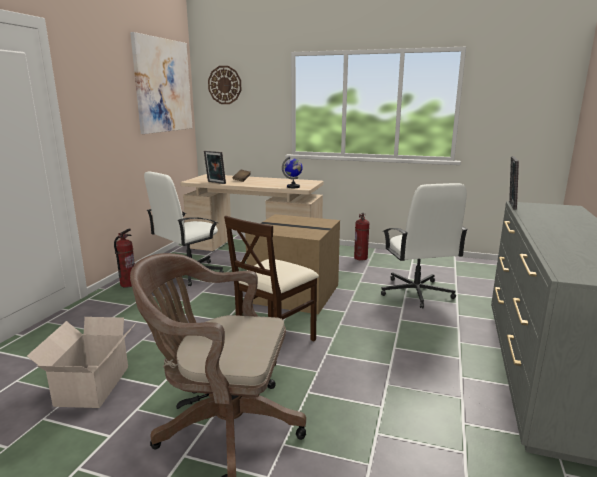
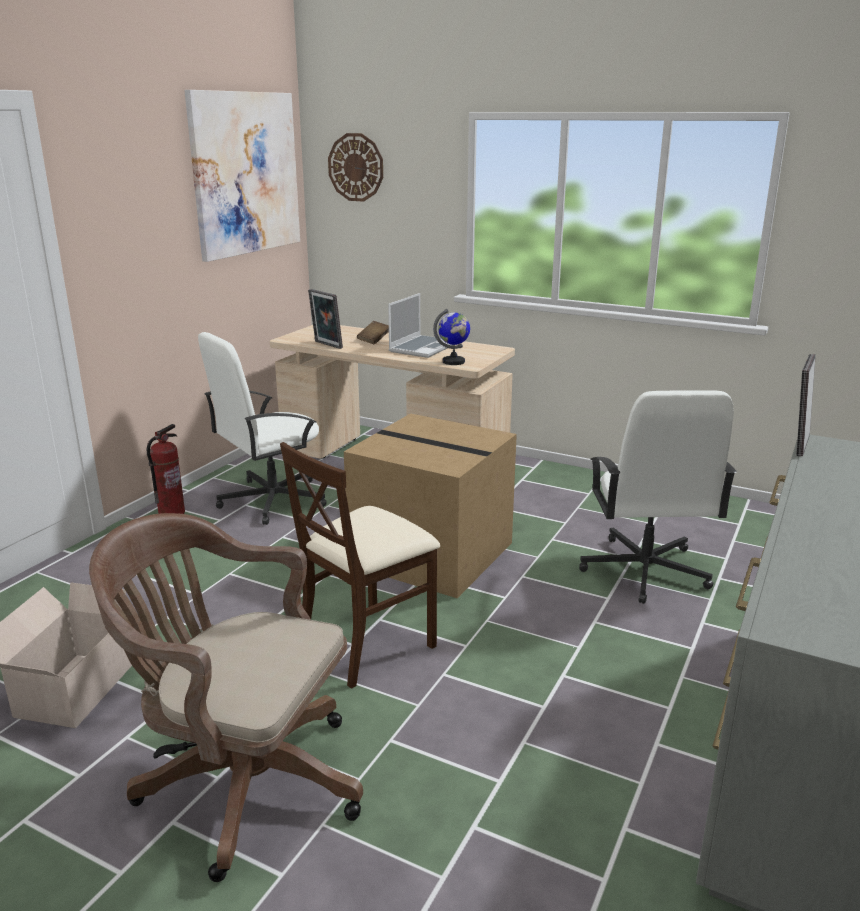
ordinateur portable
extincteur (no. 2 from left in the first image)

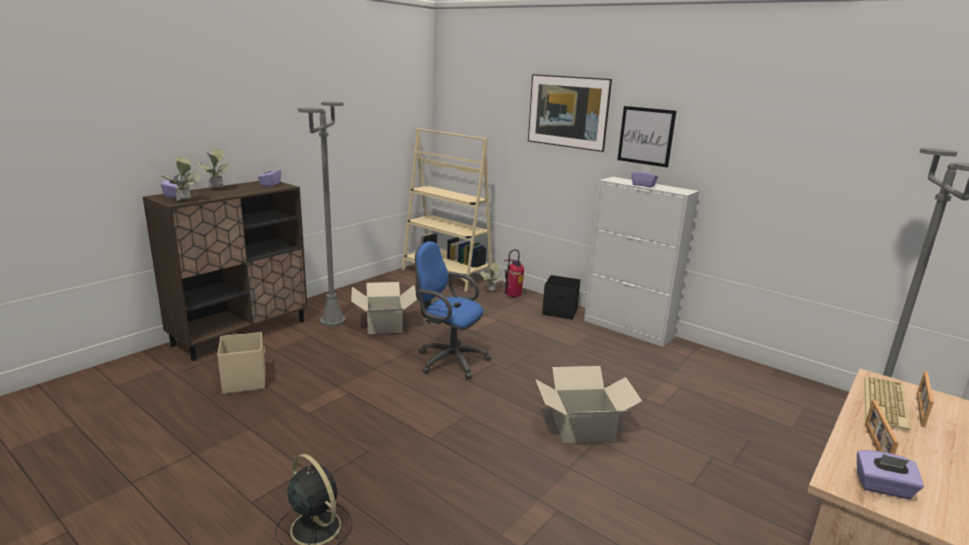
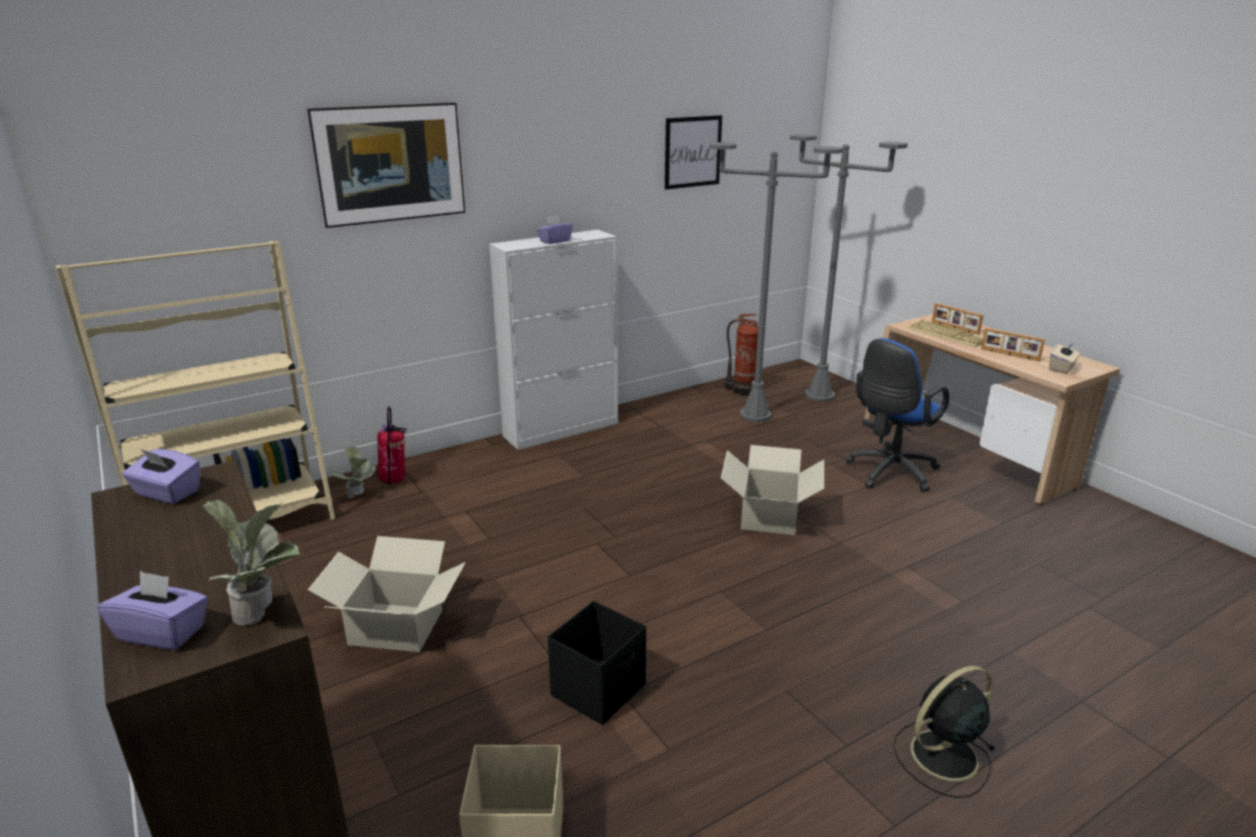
boîte de rangement (noir)
tableau (no. 2 from left)
lampadaire (gris) (no. 1 from left)
extincteur (no. 2 from left)
chaise de bureau (bleu)
boîte à mouchoirs (beige)
plante en pot (no. 2 from left in the first image)

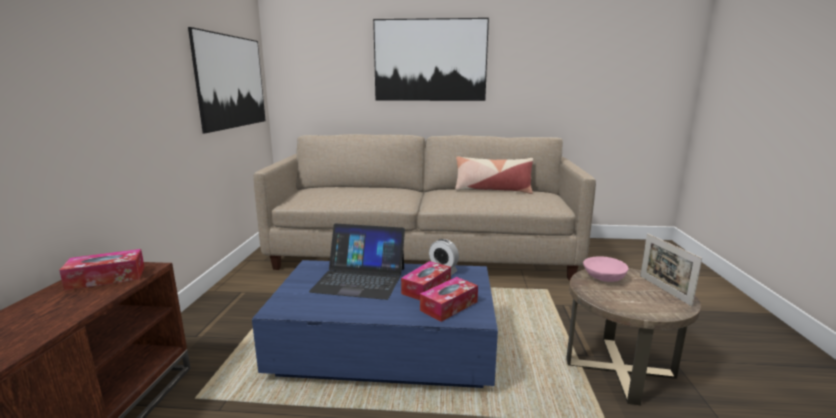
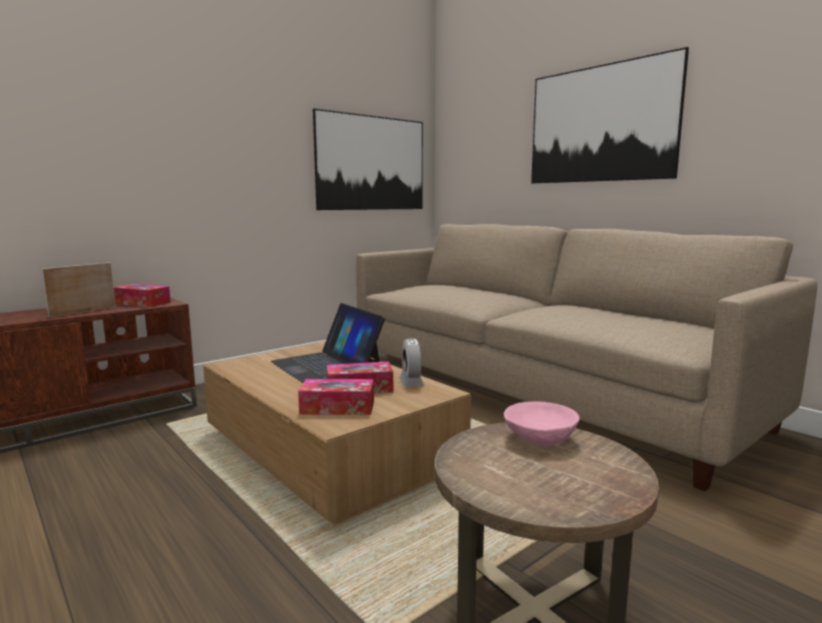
cadre photo
table basse (marron)
coussin

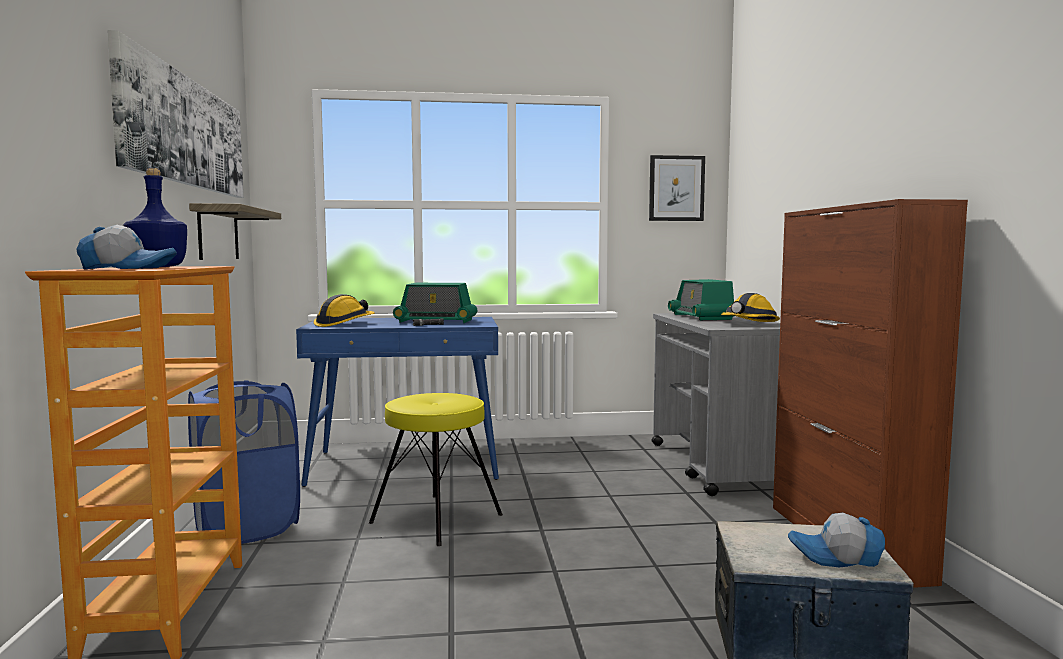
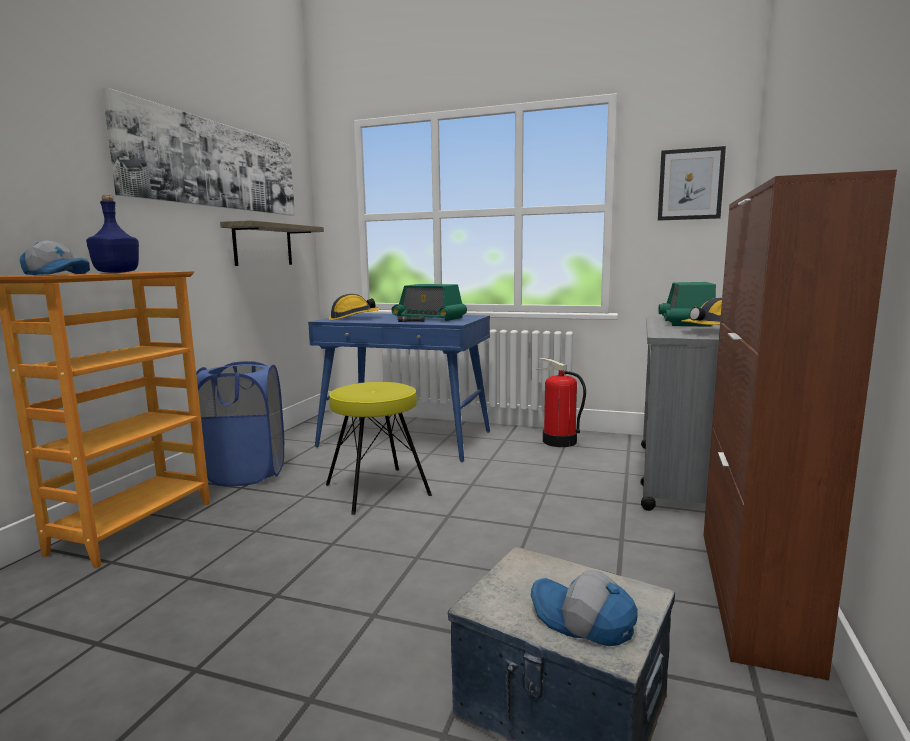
extincteur

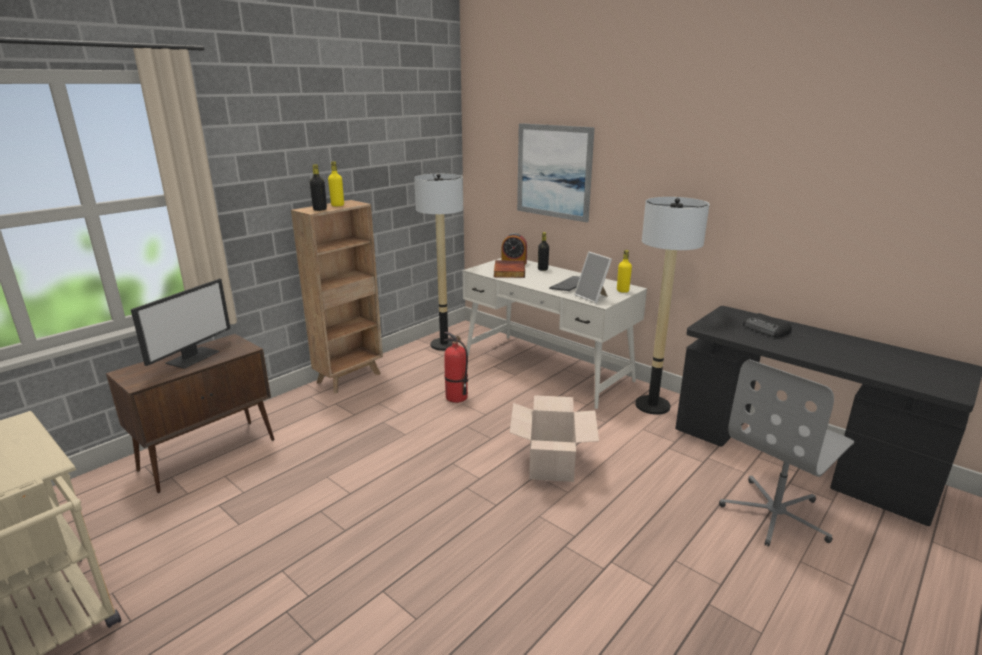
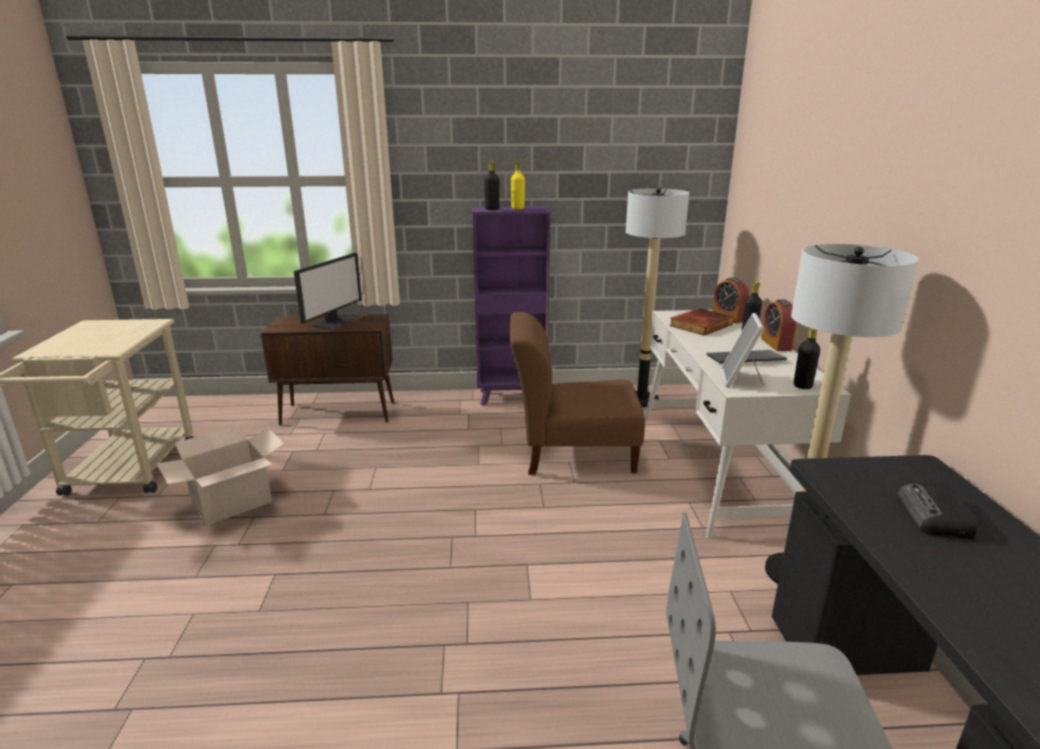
carton
écran d'ordinateur
bibliothèque (violet)
chaise (marron)
réveil (no. 2 from left)
bouteille (noir) (no. 3 from left)
tableau

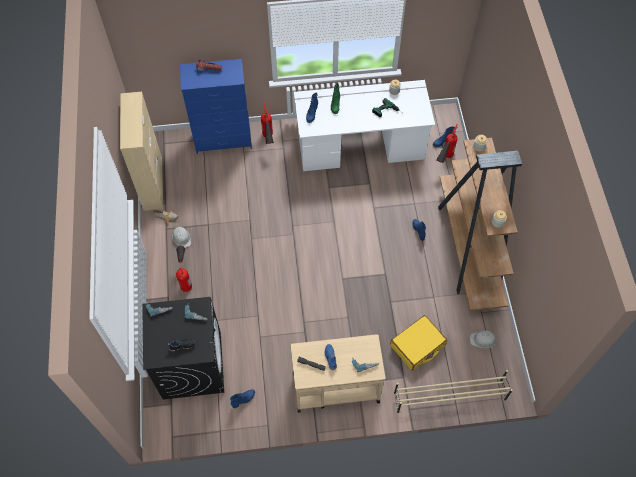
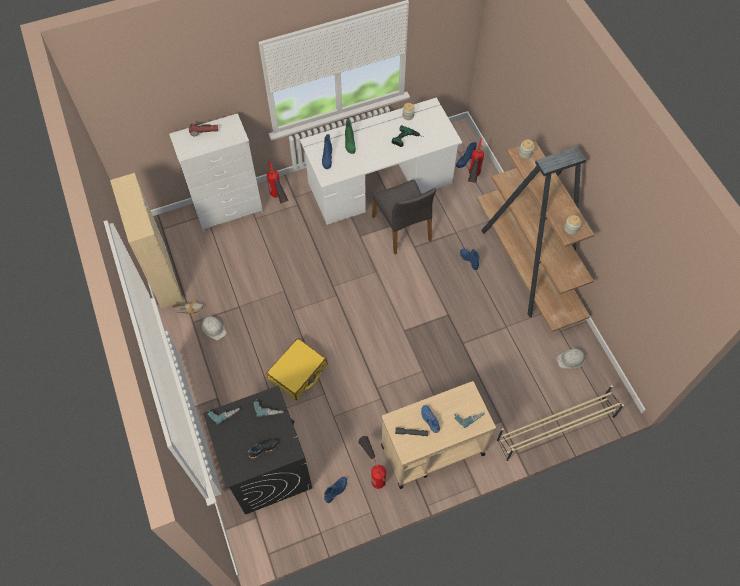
commode (blanc)
valise (jaune)
extincteur (no. 2 from left)
chaise (gris)

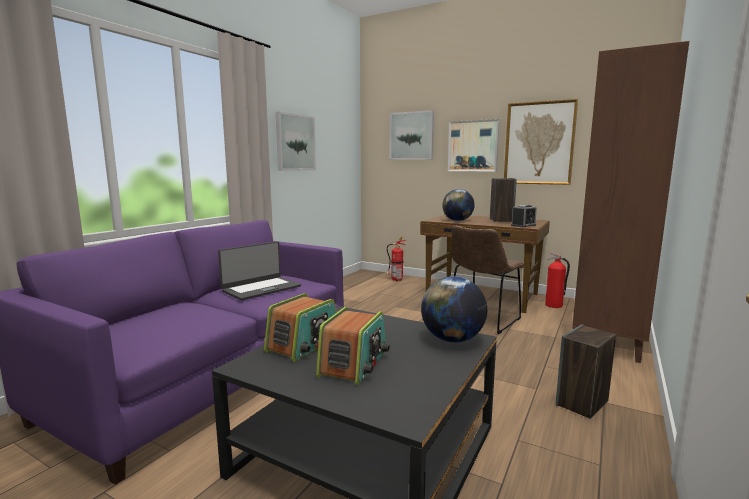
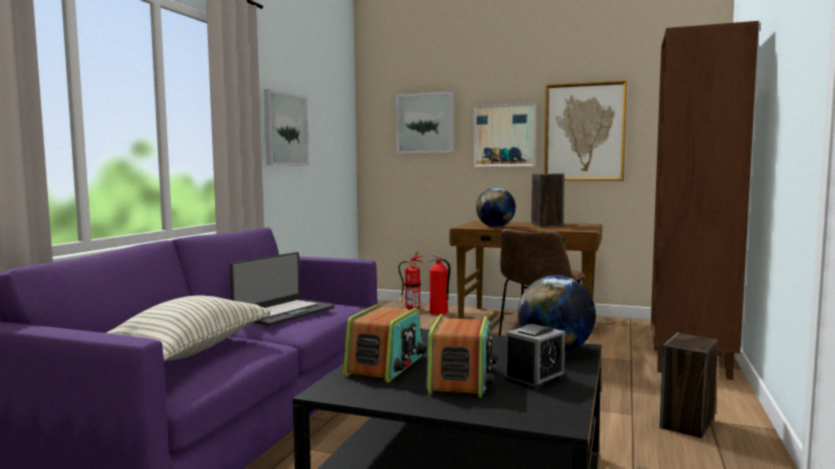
coussin
extincteur (no. 2 from left)
réveil

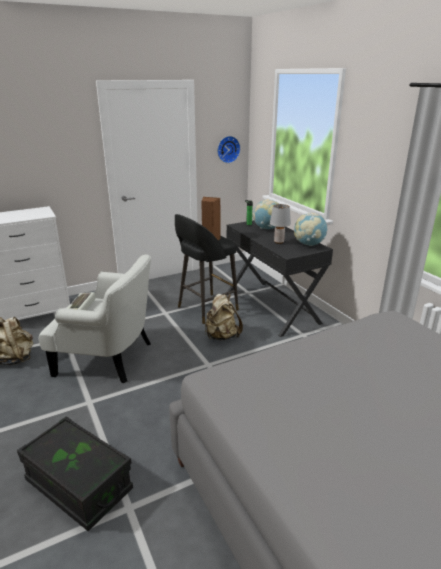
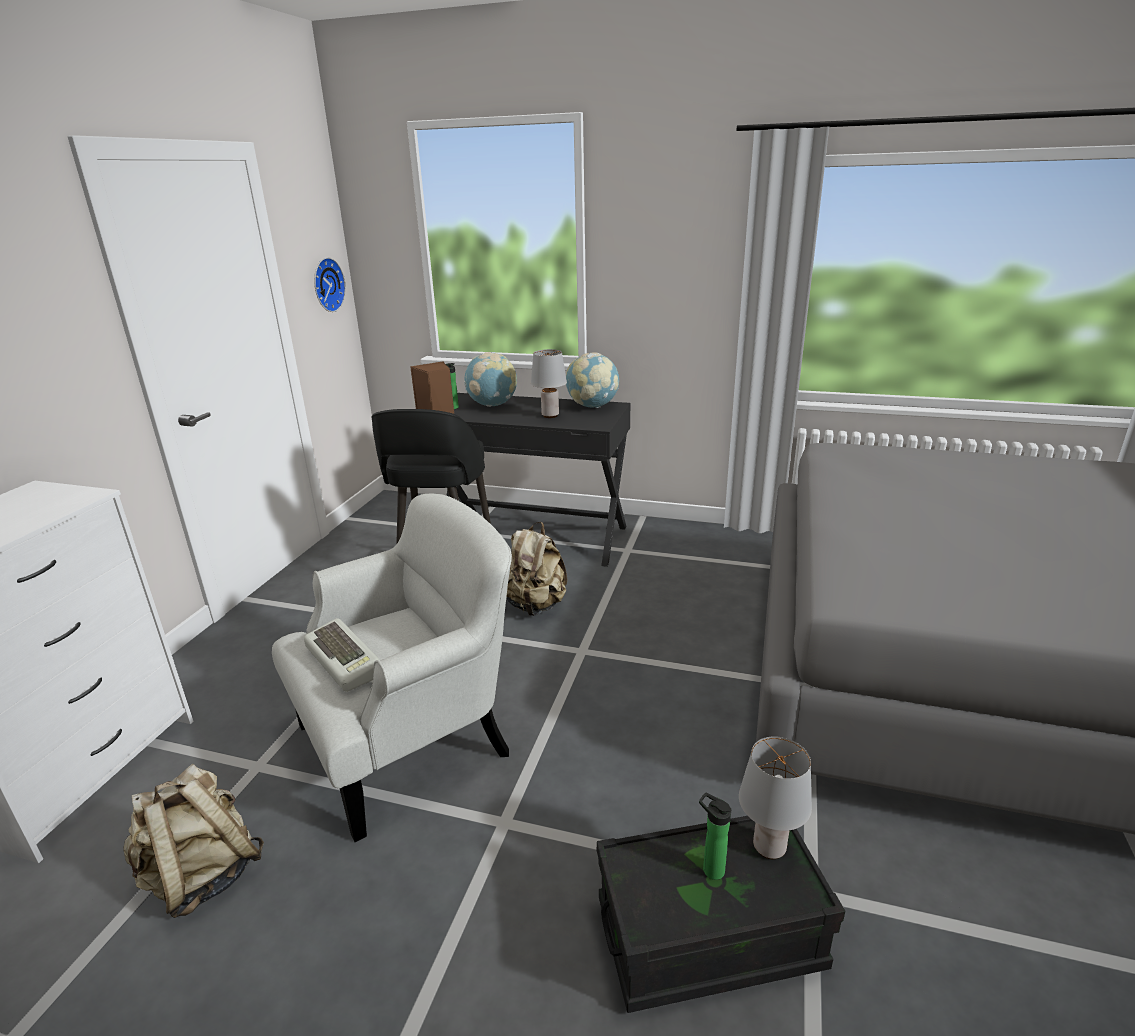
bouteille (no. 2 from left)
lampe de table (gris) (no. 2 from left)

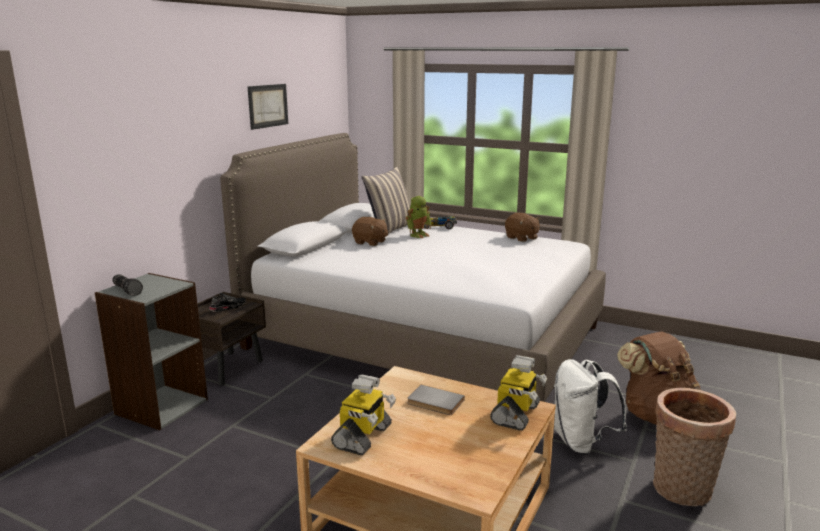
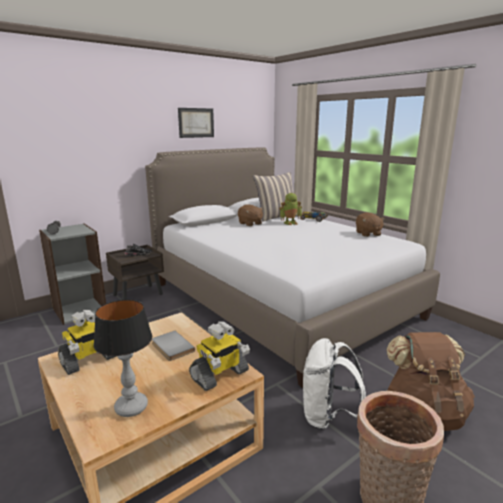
lampe de table

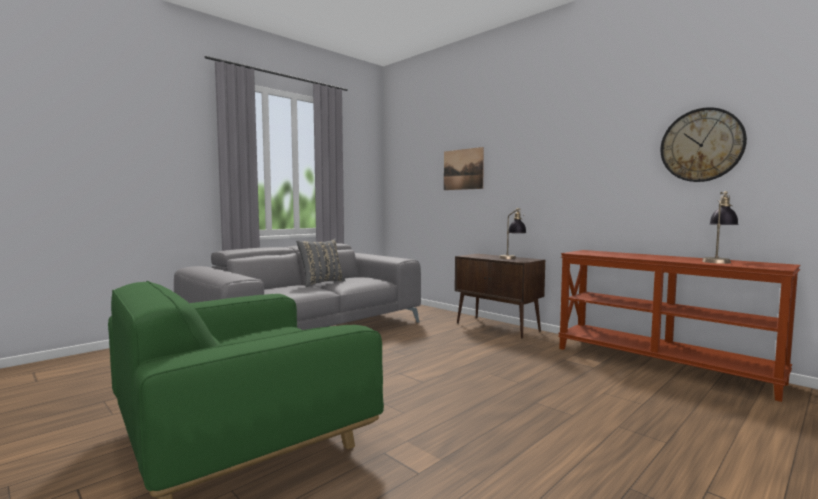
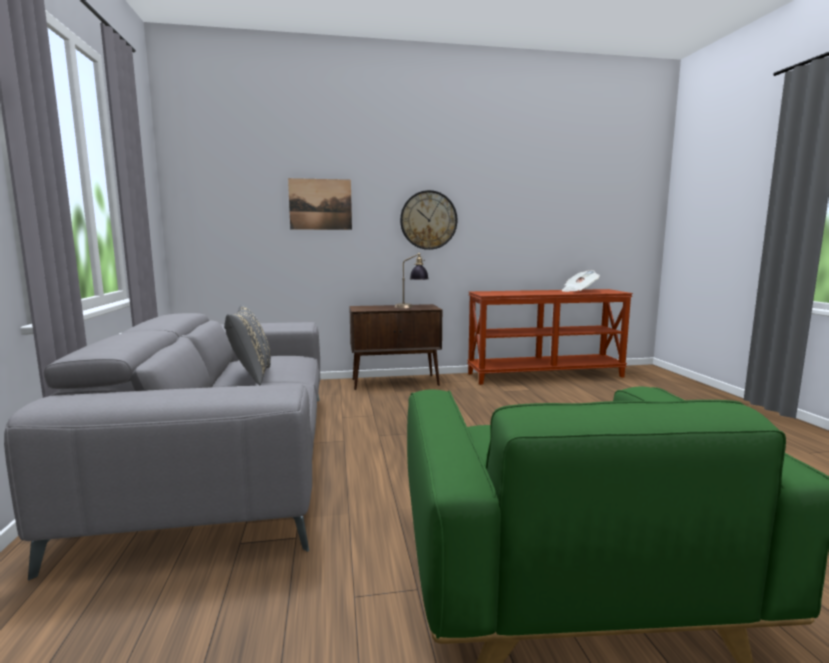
horloge murale
journal

